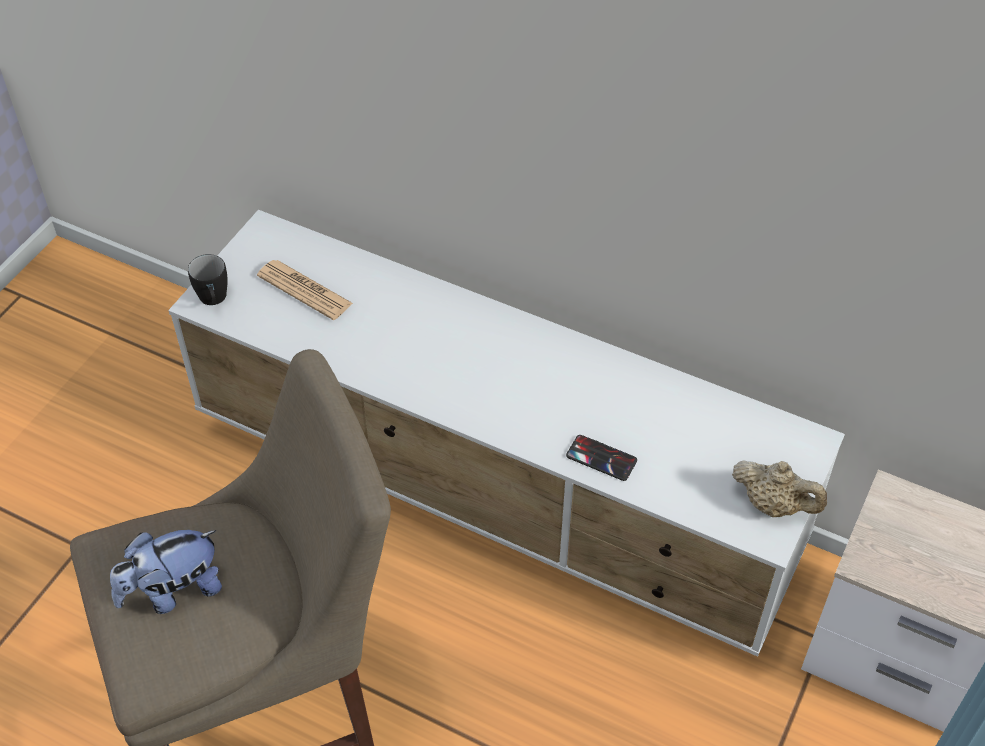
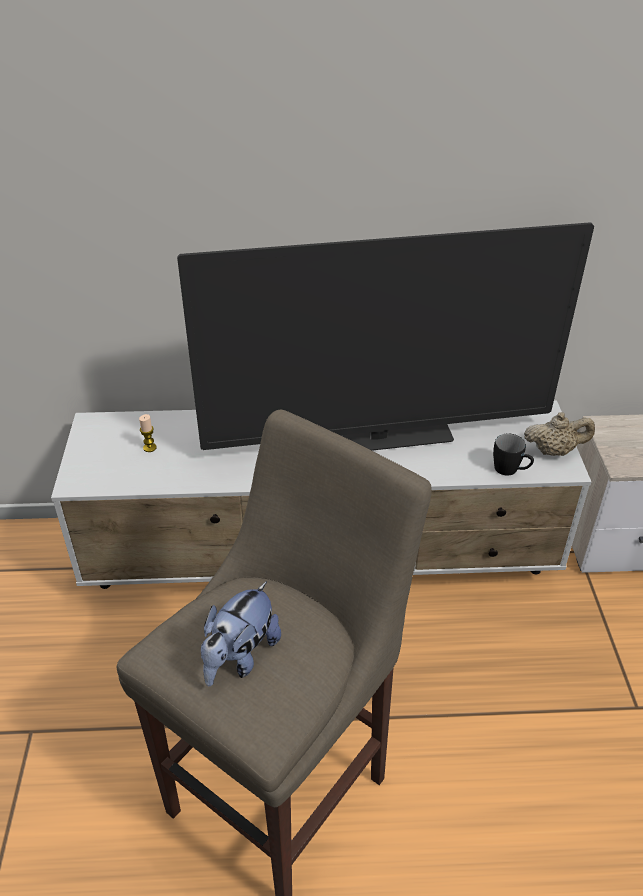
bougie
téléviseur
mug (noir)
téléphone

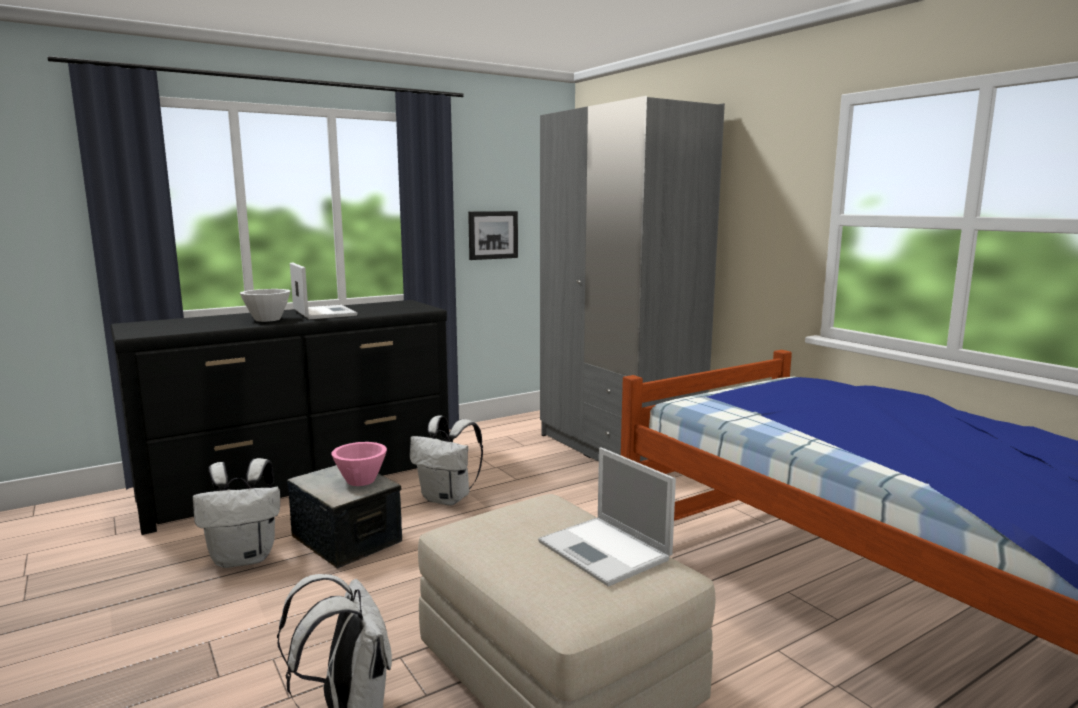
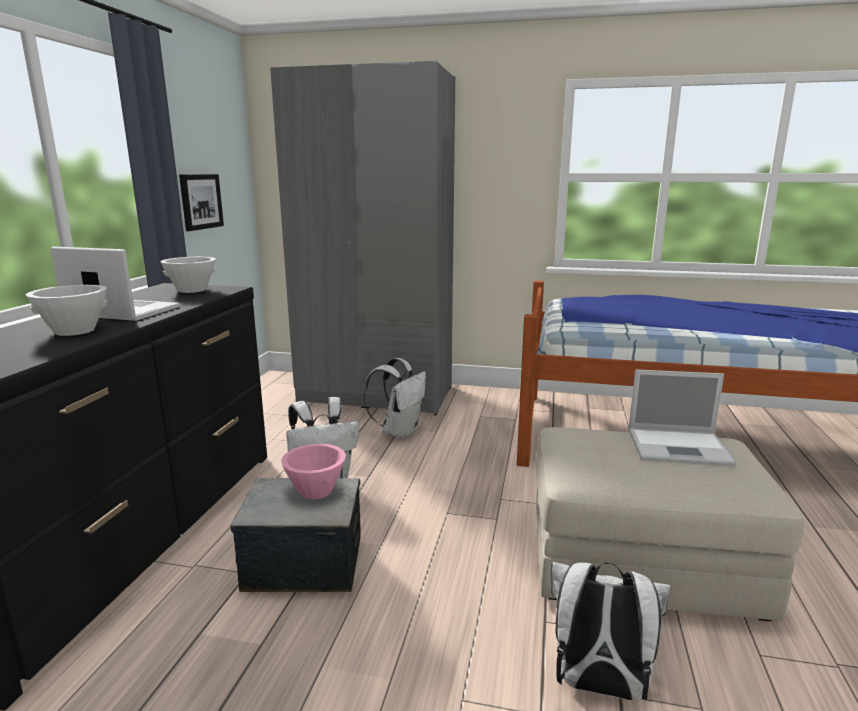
bol (blanc) (no. 2 from left)
sac à dos (blanc) (no. 2 from left)

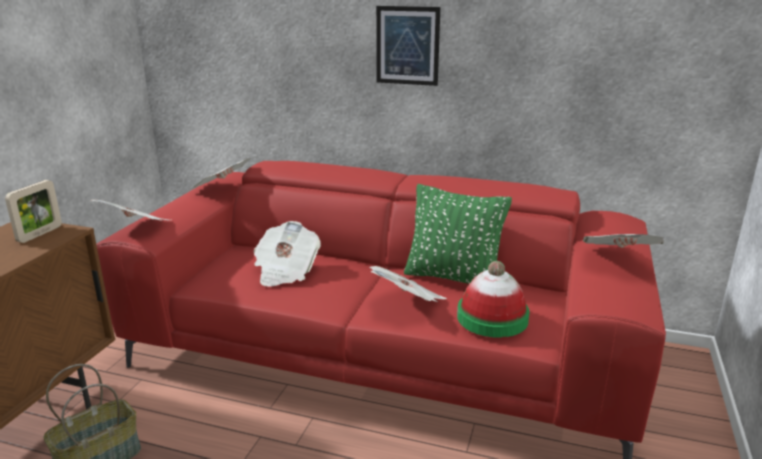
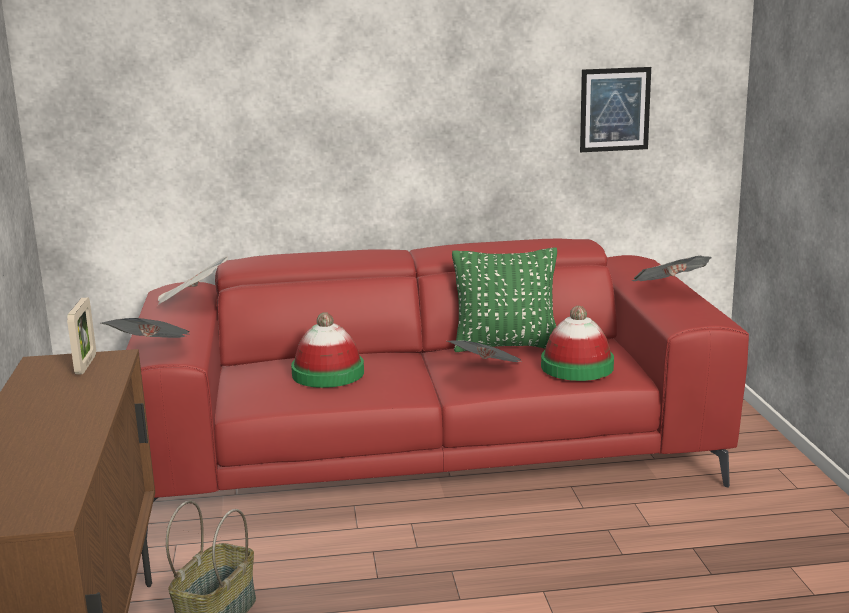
chapeau (no. 1 from left)
tableau

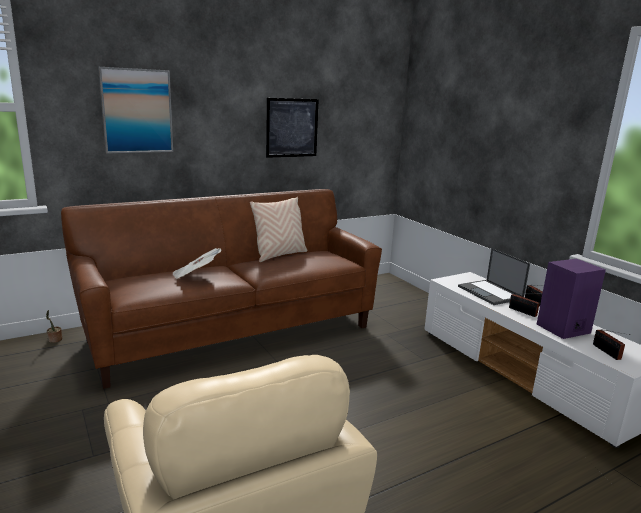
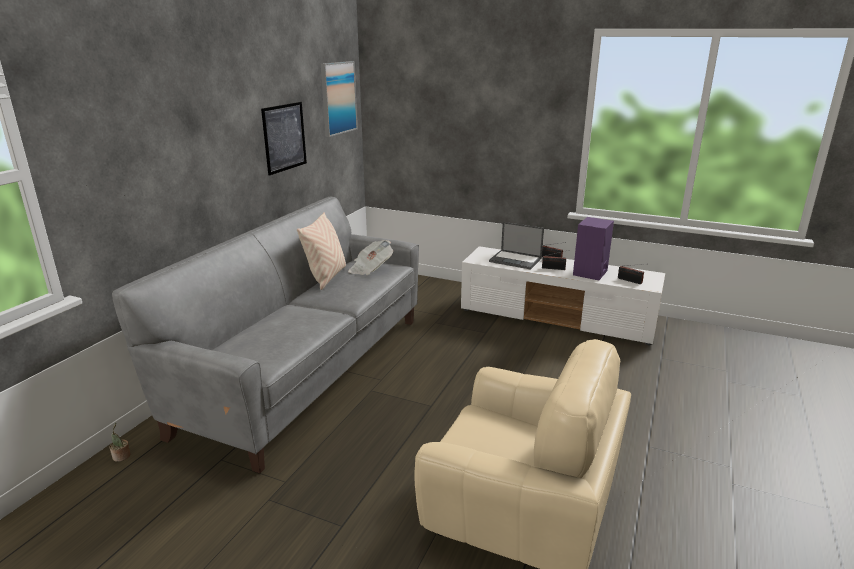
canapé (gris)
tableau (no. 2 from left)
journal

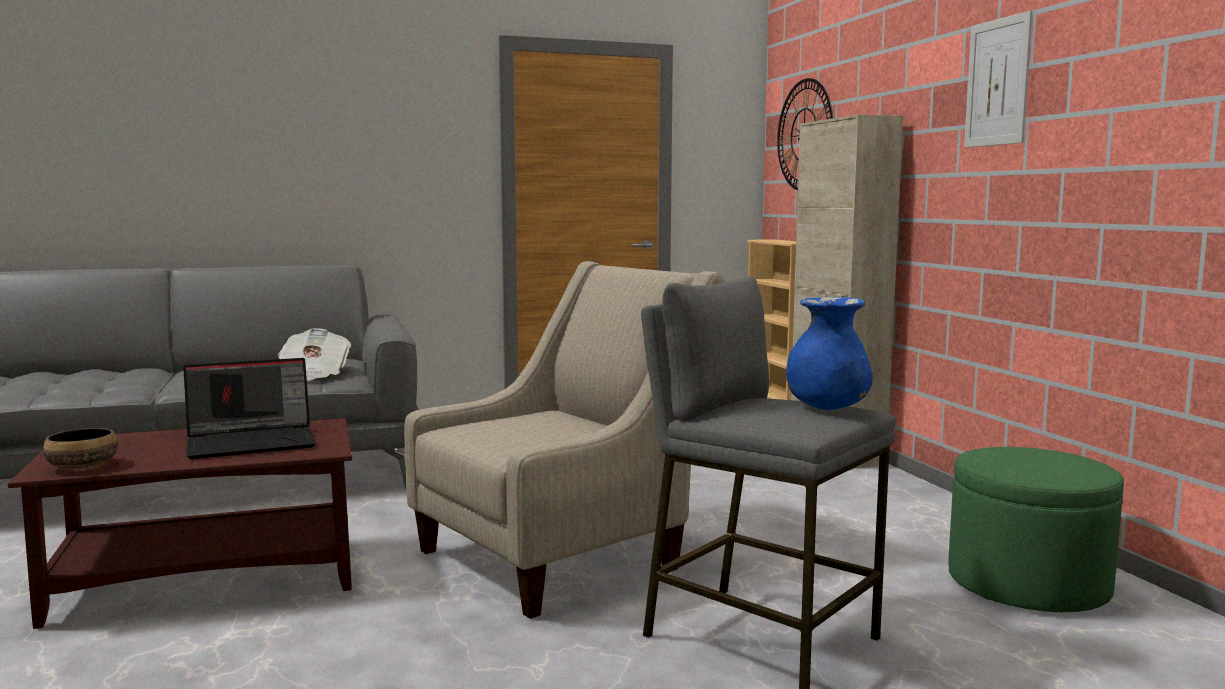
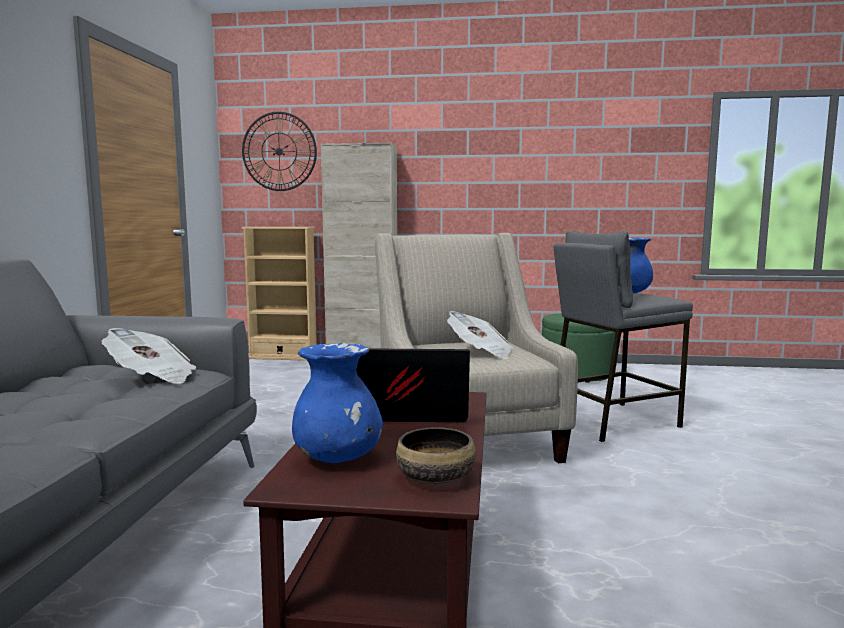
vase (bleu) (no. 1 from left)
ordinateur portable
journal (no. 2 from left)
tableau

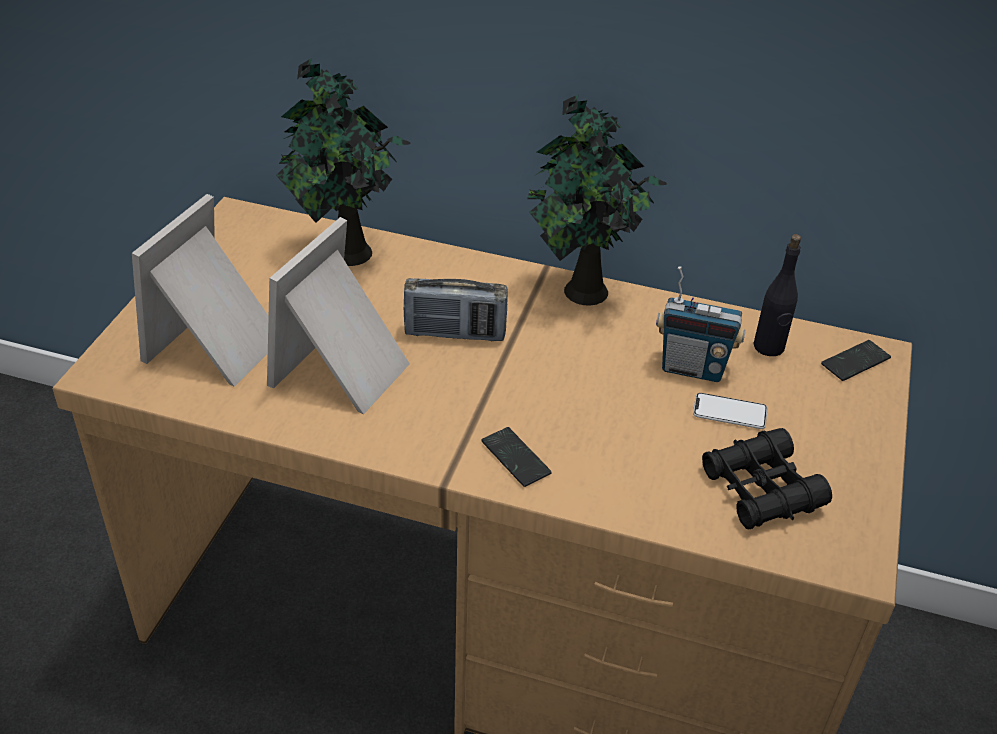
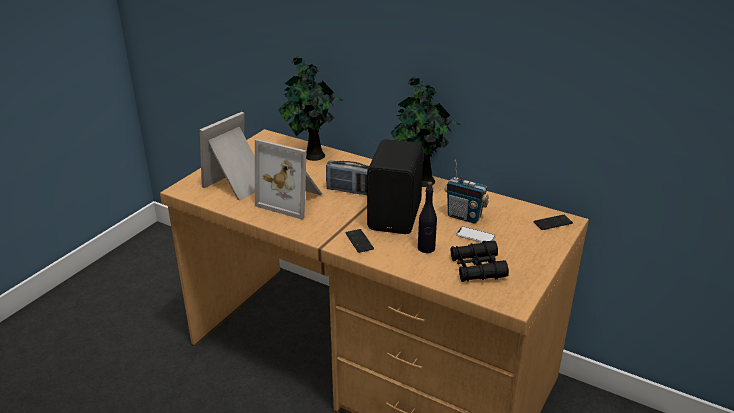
cadre photo (no. 2 from left)
enceinte (noir)
bouteille (noir)

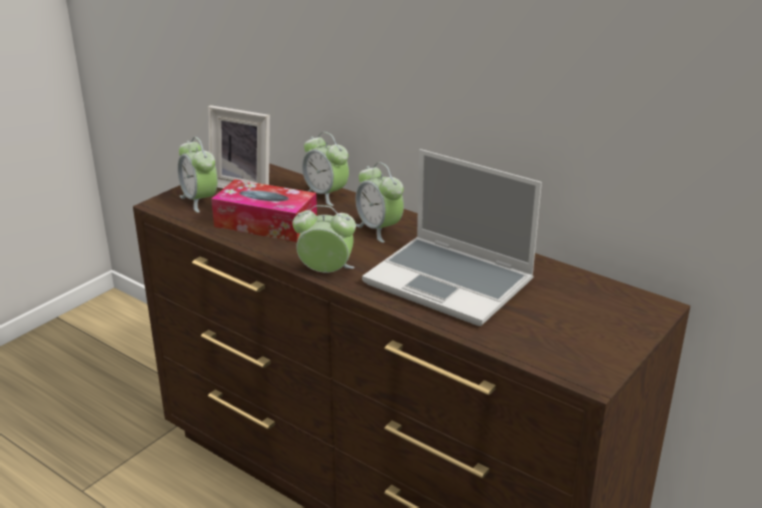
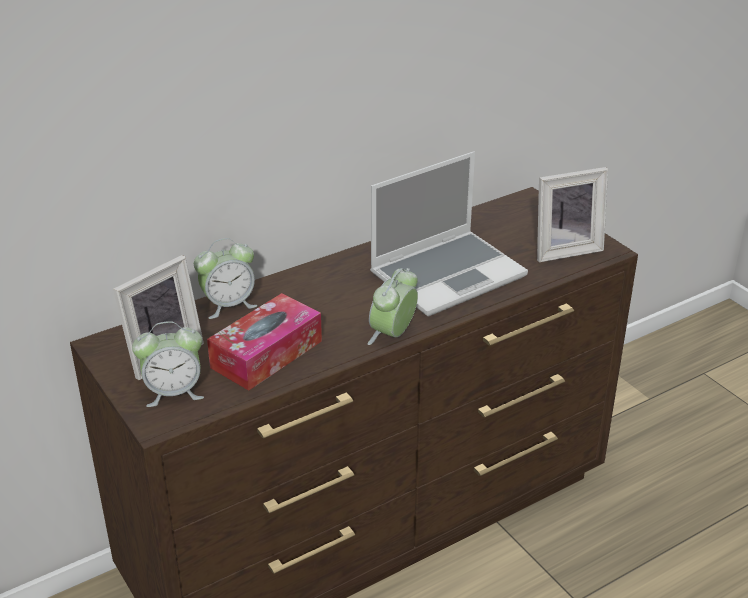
cadre photo (no. 2 from left)
réveil (no. 4 from left in the first image)

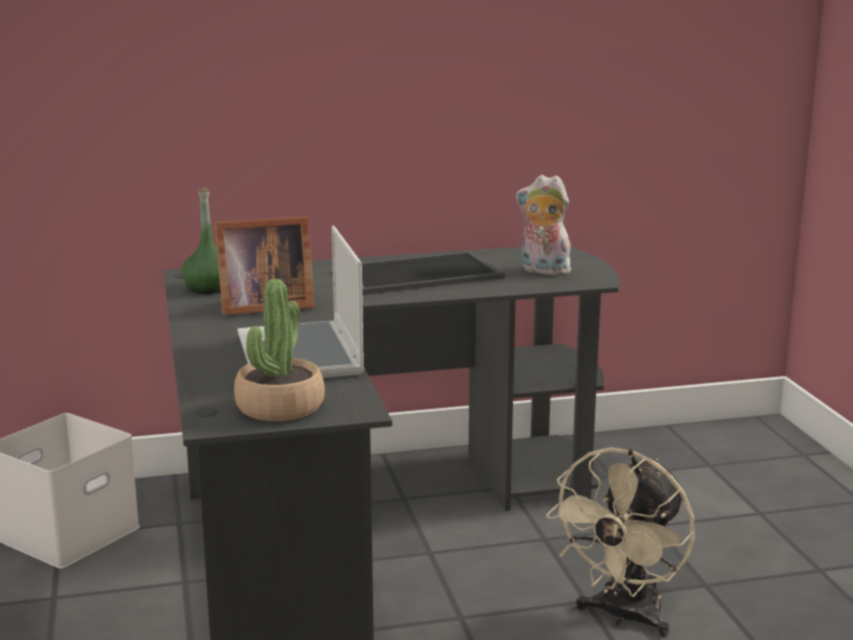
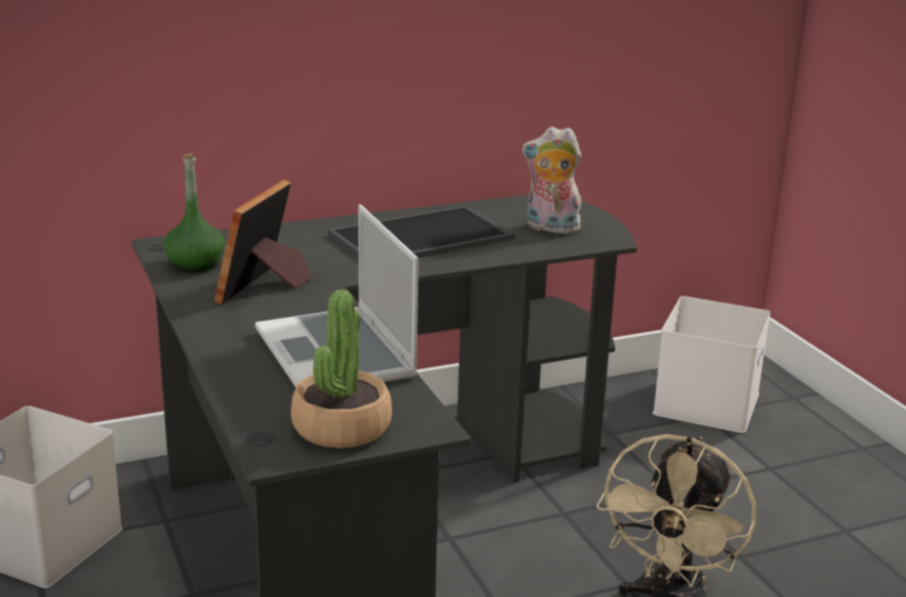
cadre photo
boîte de rangement (blanc) (no. 2 from left)

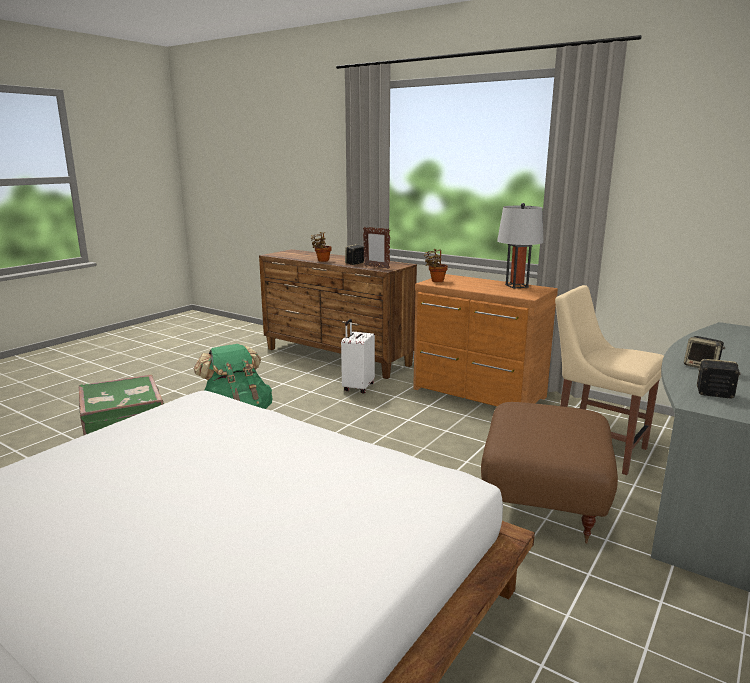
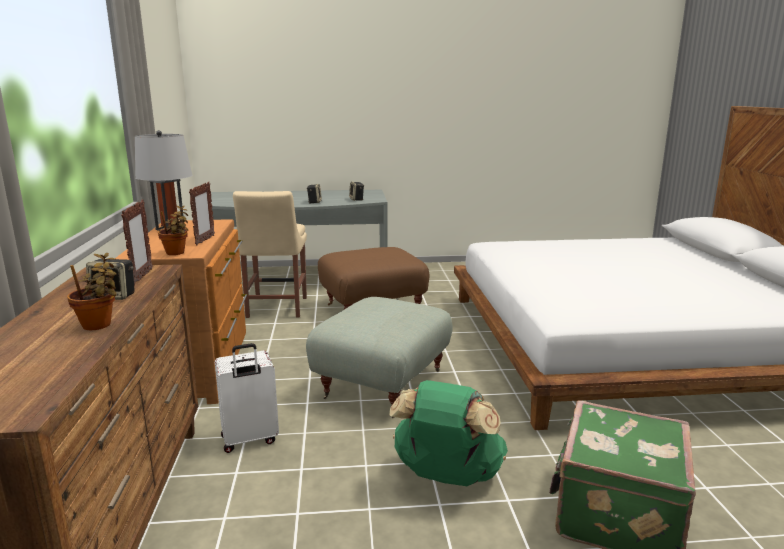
cadre photo (no. 2 from left)
pouf (gris)

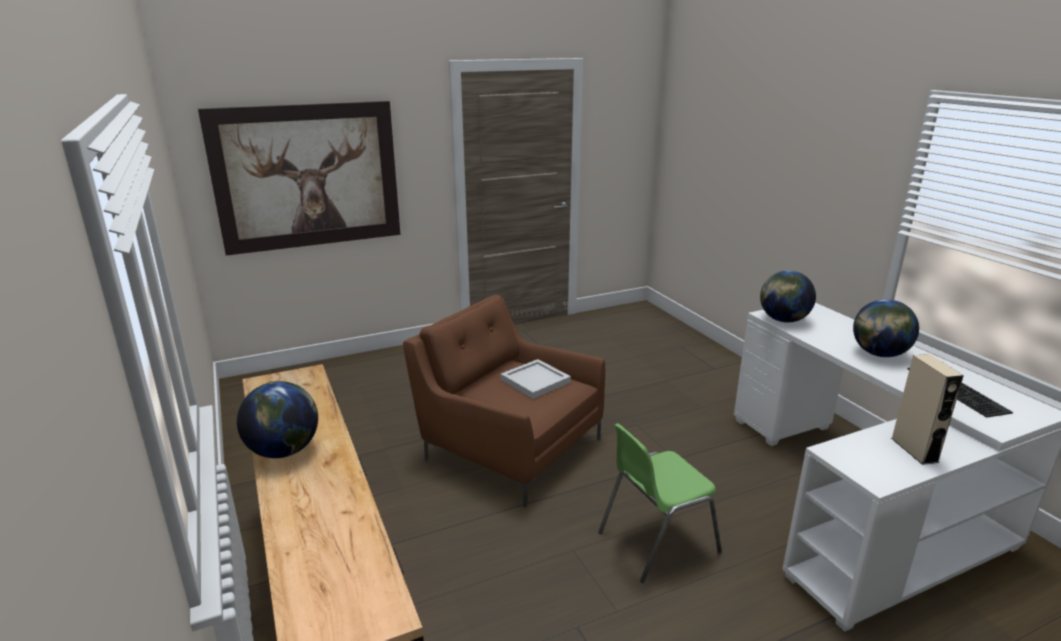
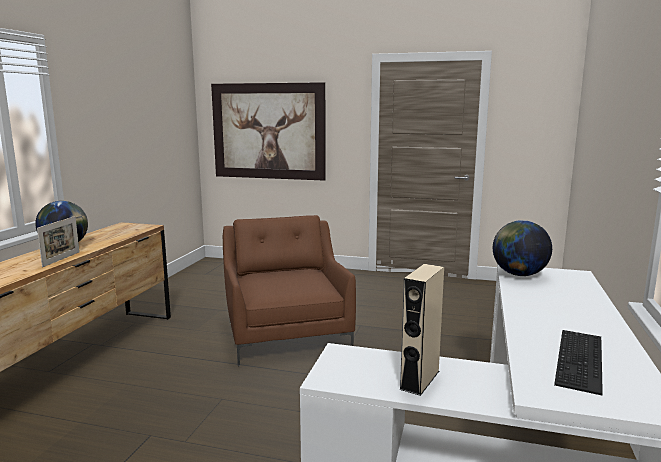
cadre photo
plateau (blanc)
chaise (vert)
globe (no. 3 from left in the first image)

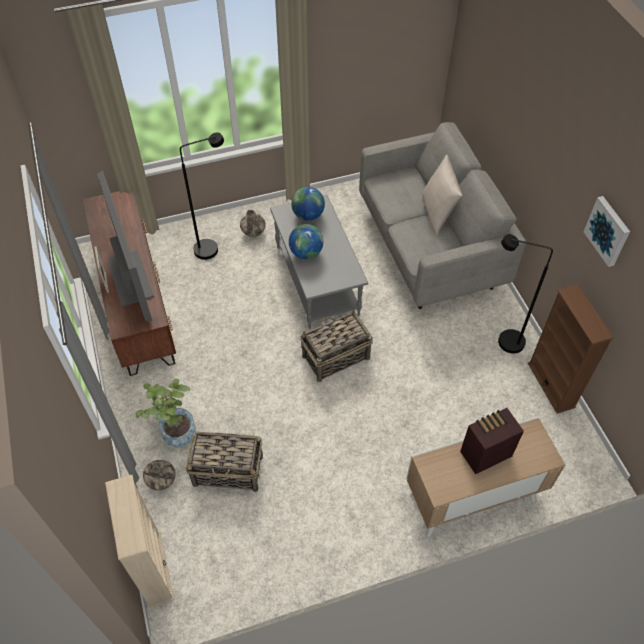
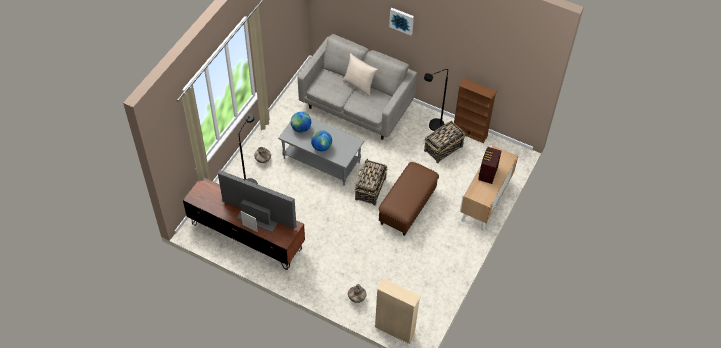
pouf (marron)
tableau
panier (no. 2 from left)
plante en pot

